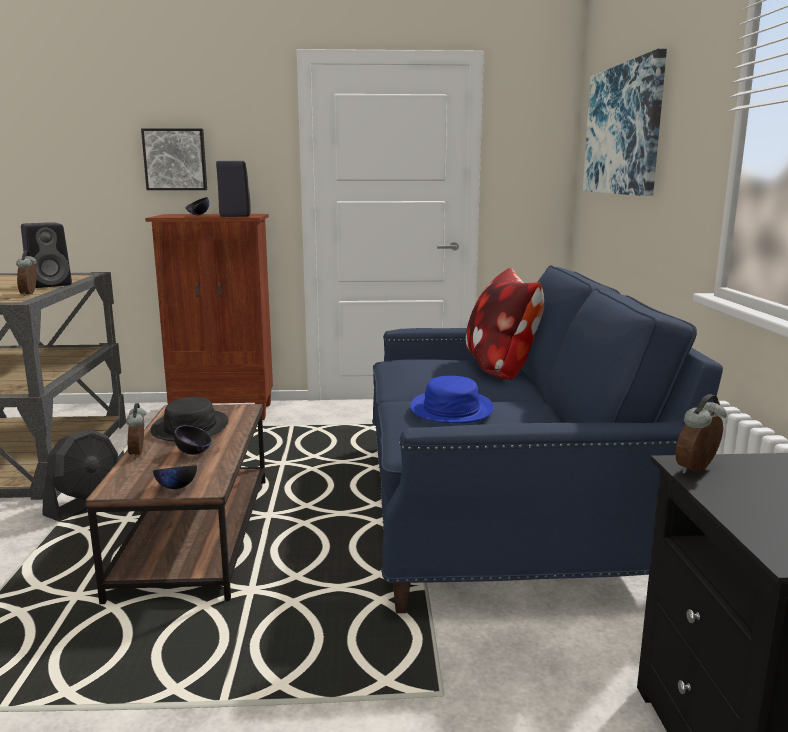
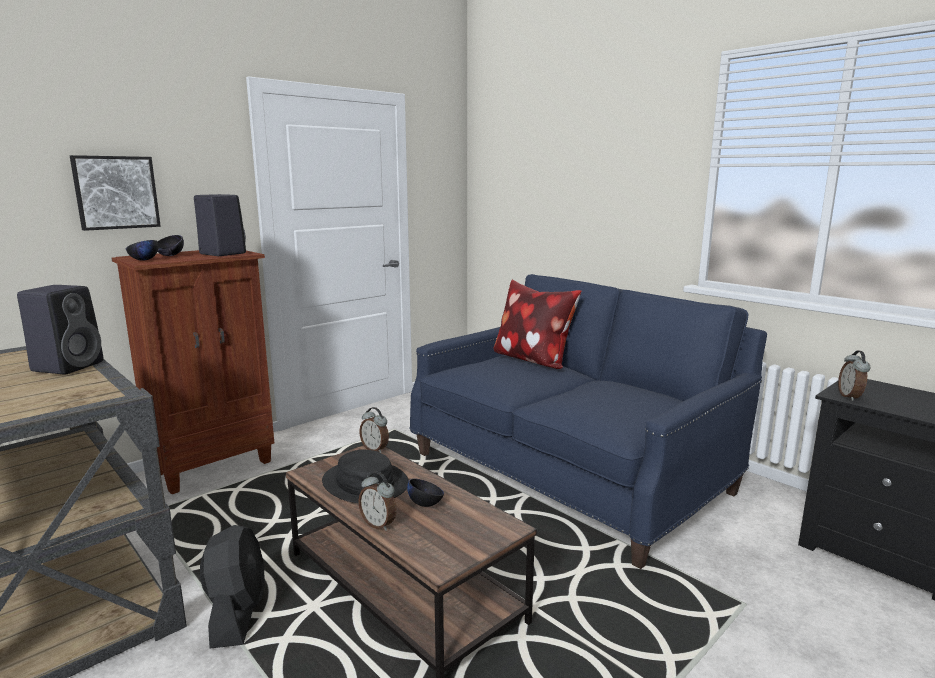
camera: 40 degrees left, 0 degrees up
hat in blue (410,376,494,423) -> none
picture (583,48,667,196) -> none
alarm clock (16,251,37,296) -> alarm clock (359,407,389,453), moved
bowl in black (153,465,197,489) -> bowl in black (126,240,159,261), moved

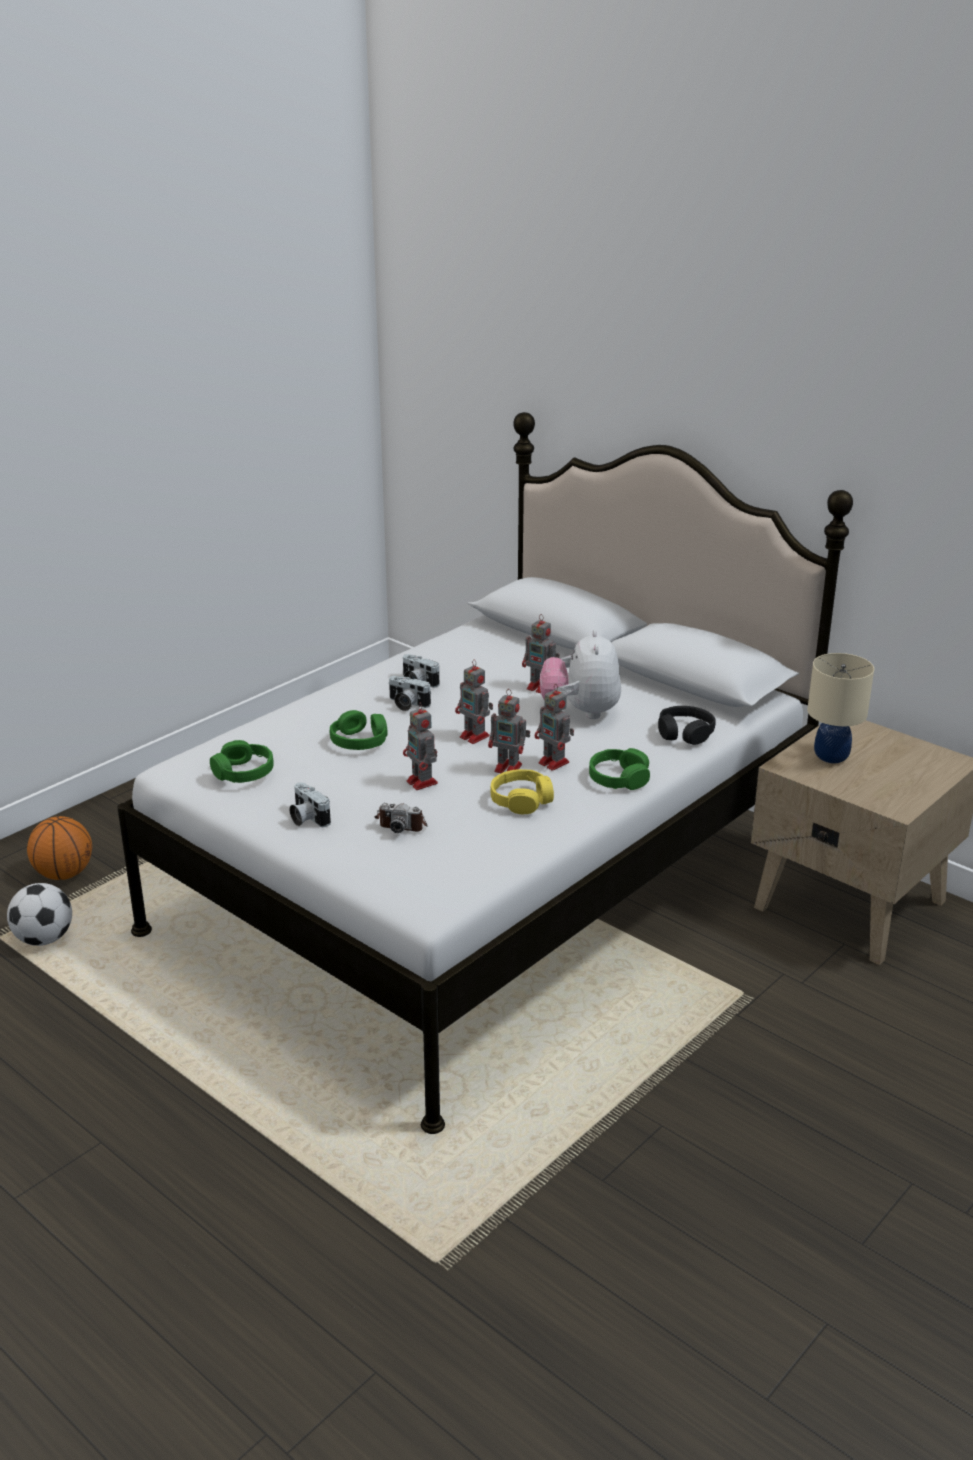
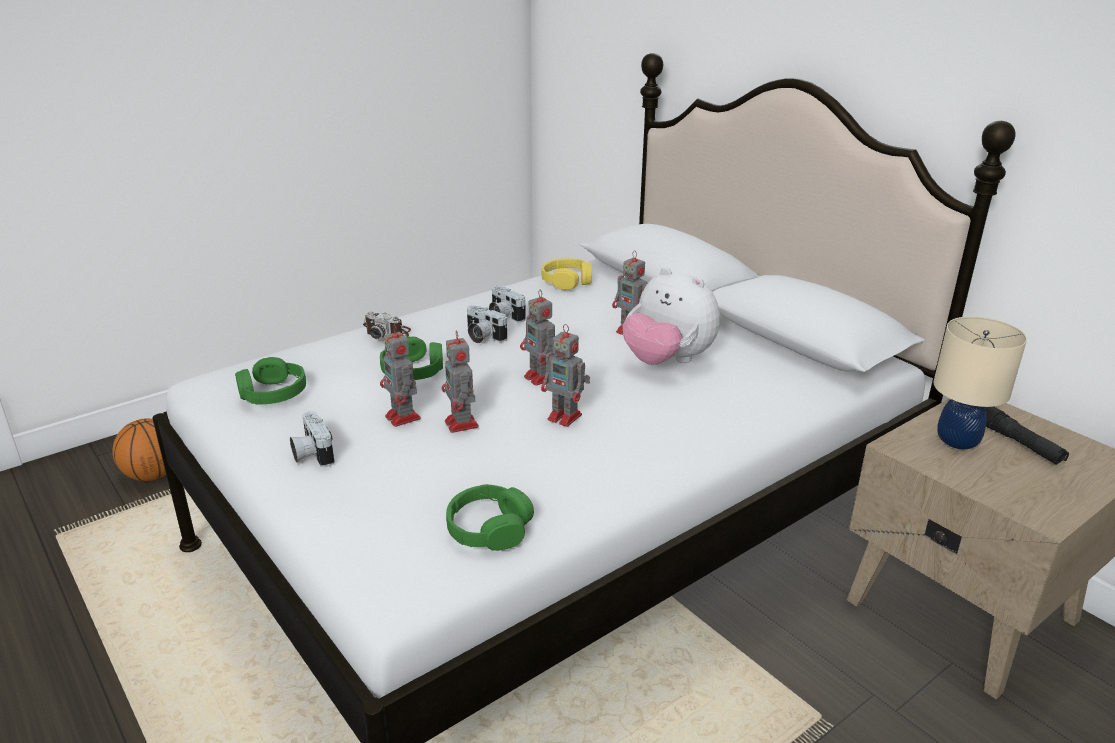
camera: 10 degrees right, 0 degrees up
football (7,883,72,946) -> none
headphones in black (658,706,715,745) -> none
none -> flashlight in black (985,407,1069,464)
photo camera (375,803,428,833) -> photo camera (363,312,411,339), moved
headphones in yellow (490,769,554,814) -> headphones in yellow (542,258,592,290), moved
toy robot (535,684,574,771) -> toy robot (380,324,421,427), moved
headphones in green (589,748,650,790) -> headphones in green (446,484,534,551), moved
plush toy (540,630,621,719) -> plush toy (623,267,720,365), 60 degrees counterclockwise

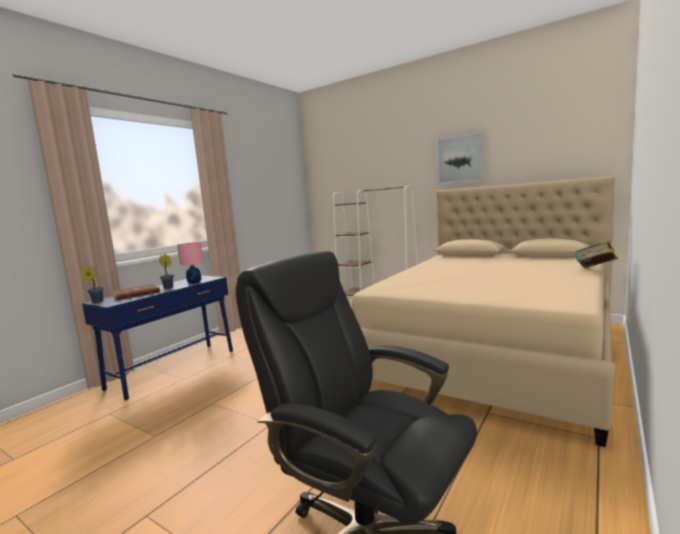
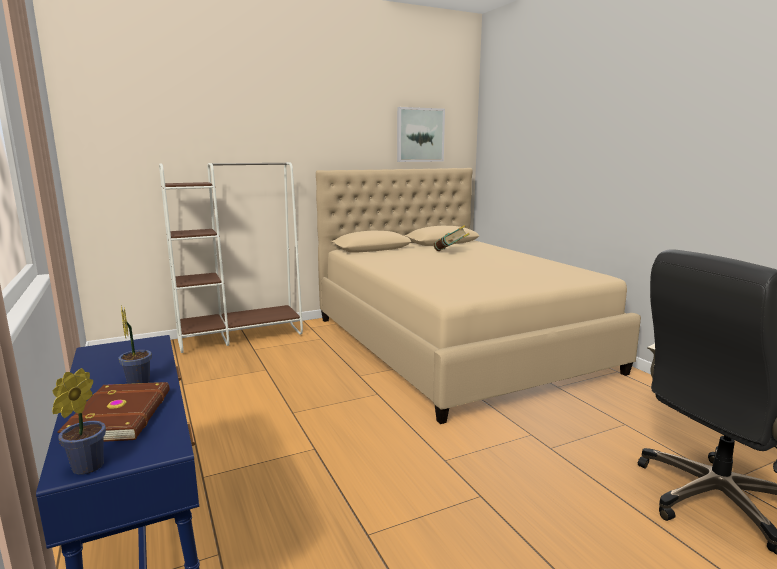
camera: 60 degrees left, 5 degrees up
table lamp in pink (177,242,204,284) -> none
picture (436,132,484,184) -> picture (397,107,445,162), moved
book (575,239,618,268) -> book (434,225,470,251), moved

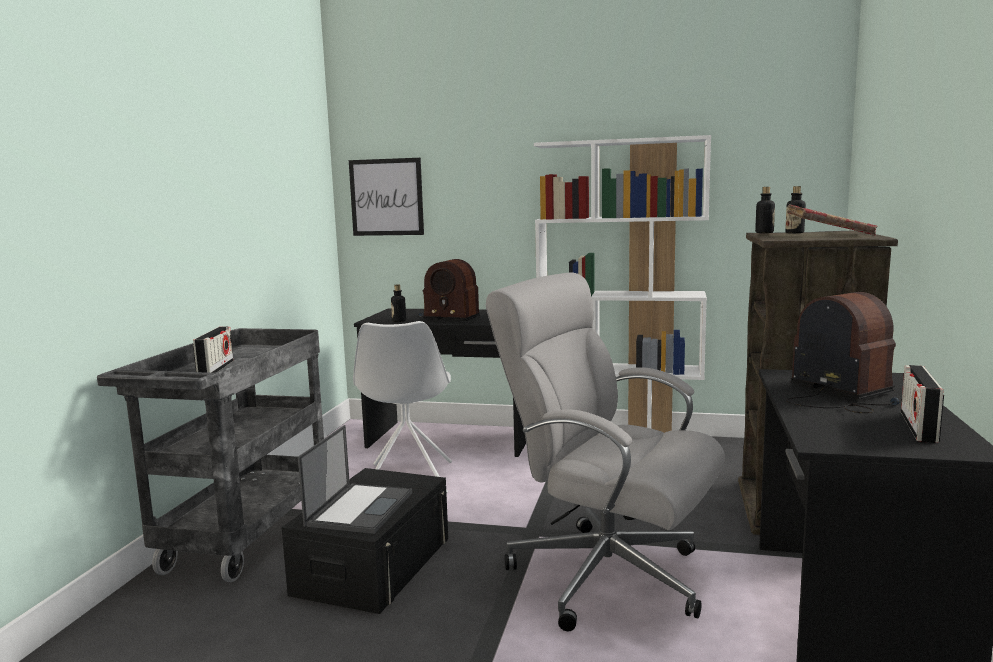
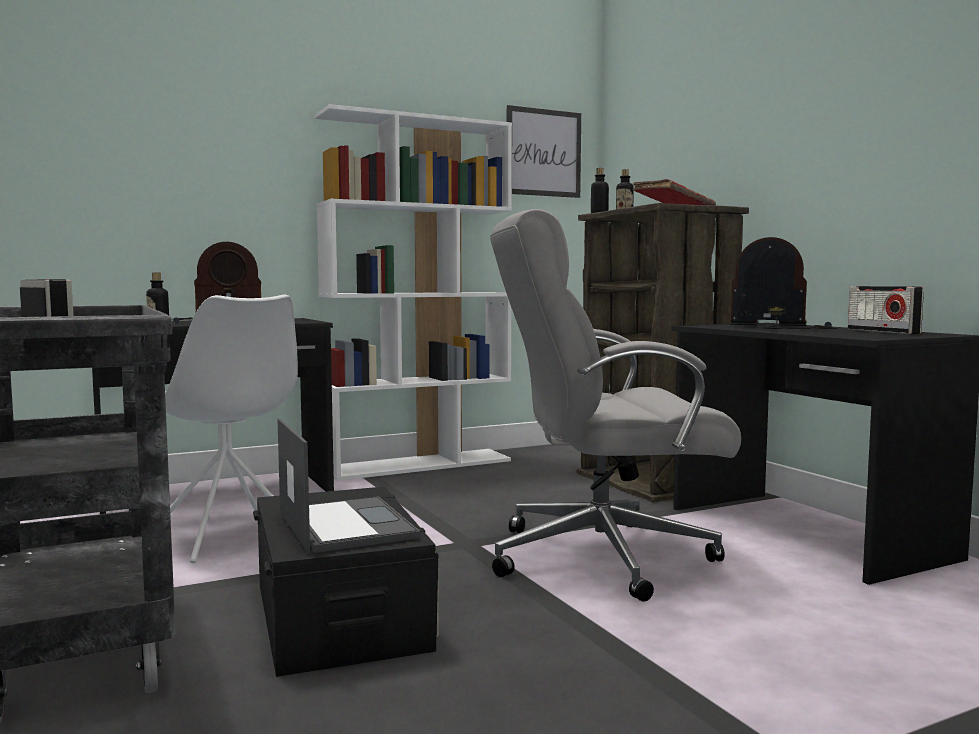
camera: 40 degrees left, 5 degrees down
picture (349,158,424,236) -> picture (507,105,581,198), moved

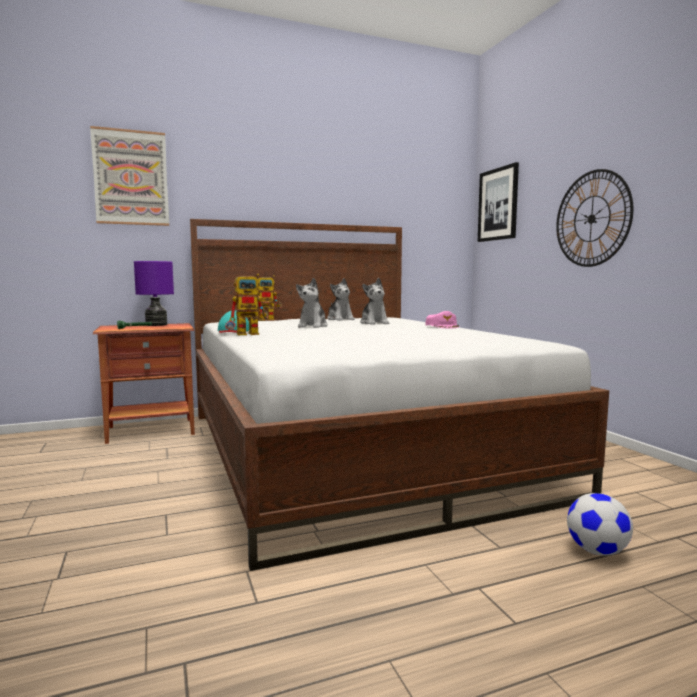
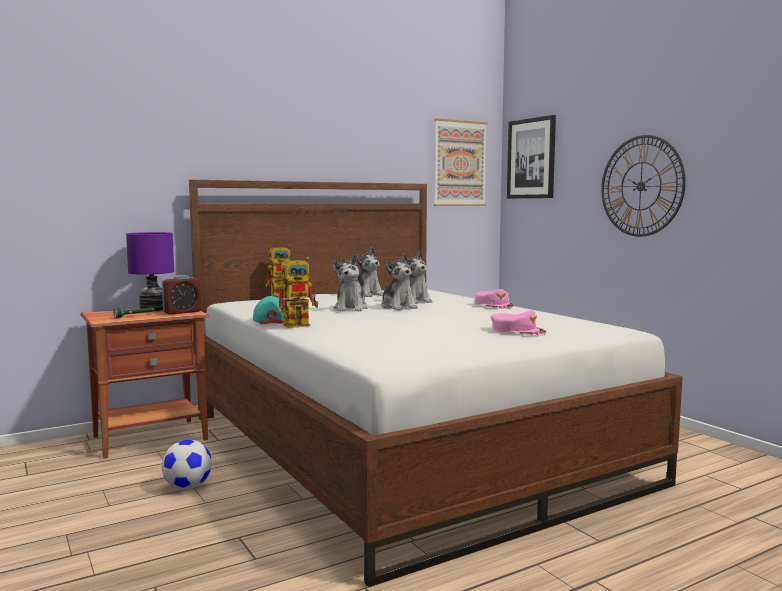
camera: 10 degrees left, 0 degrees up
none -> alarm clock (162,275,201,315)
none -> plush toy (381,254,418,310)
none -> cap in pink (491,310,547,336)
picture (90,126,169,226) -> picture (434,118,487,206), moved
football (567,493,633,556) -> football (161,440,212,489), moved

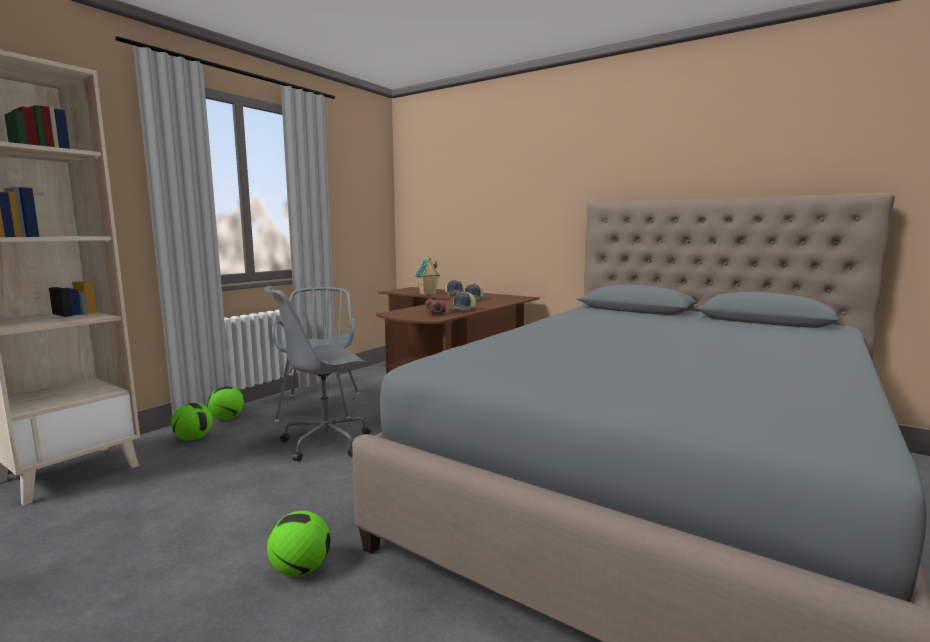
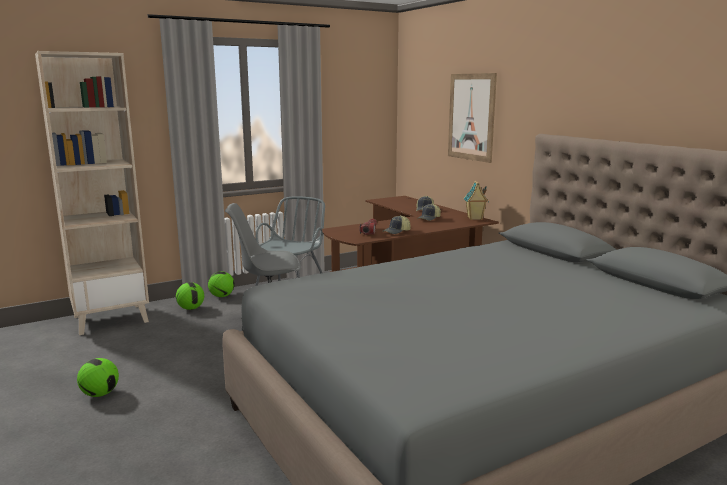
camera: 25 degrees right, 5 degrees up
none -> picture (448,73,497,163)
football (267,511,331,577) -> football (77,358,119,397), moved
toy house (415,257,440,295) -> toy house (464,180,488,220), moved

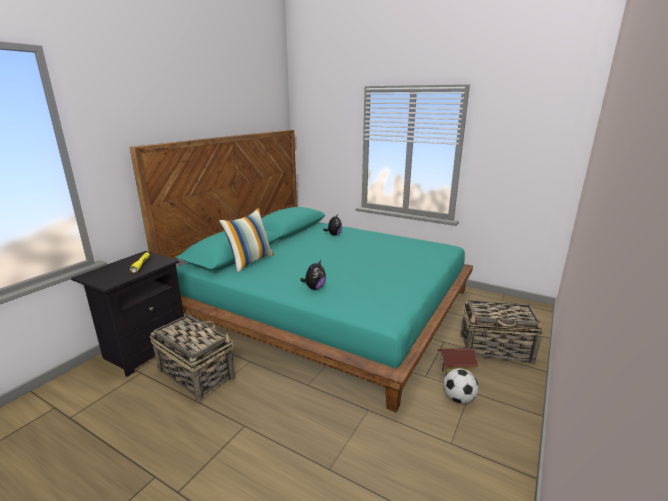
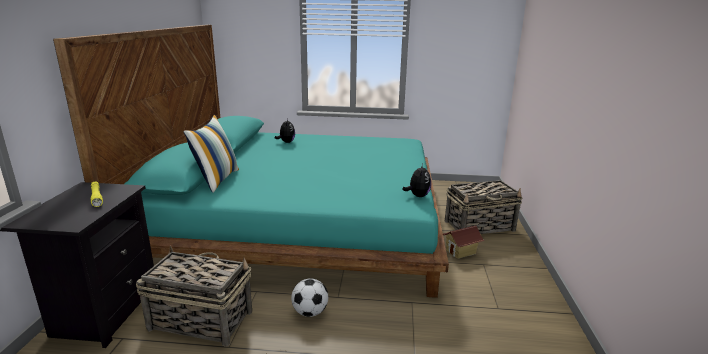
camera: 25 degrees left, 0 degrees up
plush toy (300,260,326,290) -> plush toy (402,164,431,197), moved
football (443,368,478,404) -> football (291,278,328,317), moved

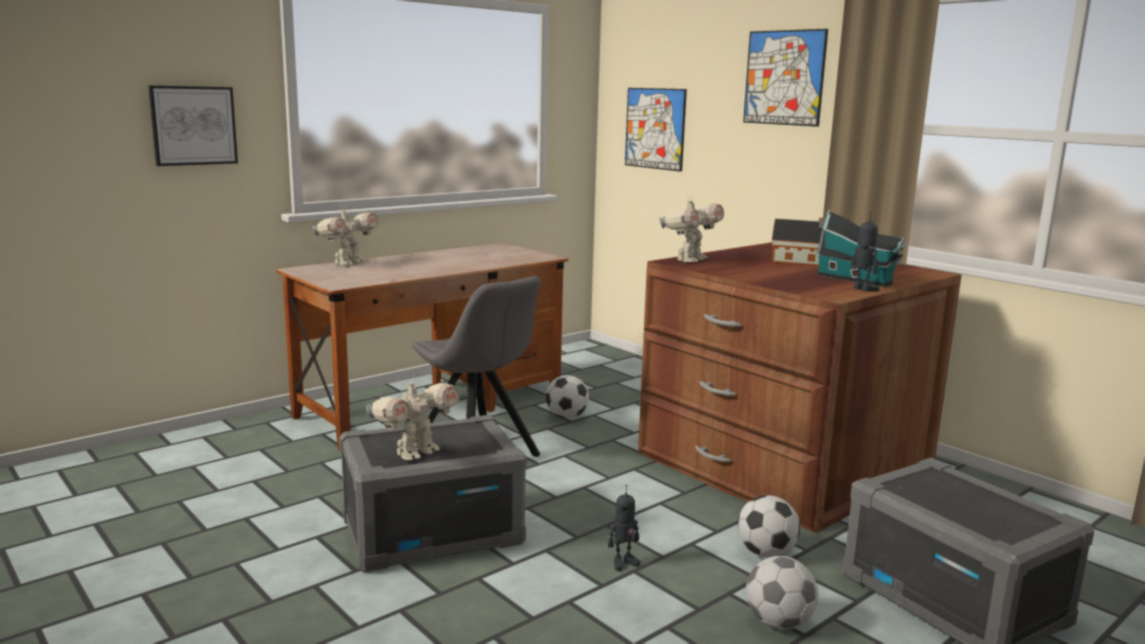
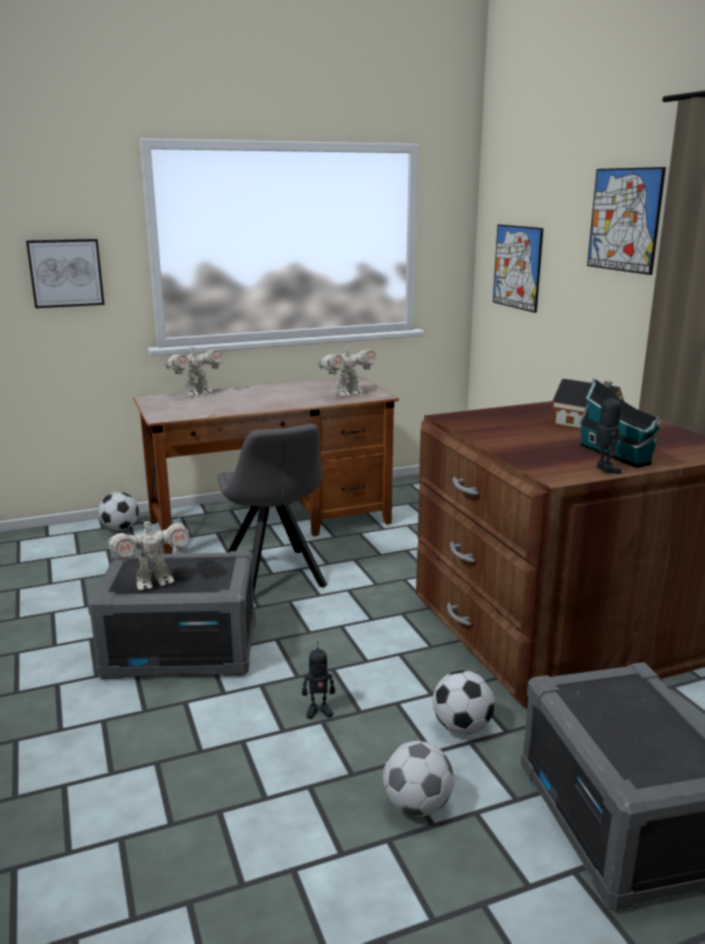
camera: 20 degrees right, 5 degrees up
football (546,375,589,419) -> football (98,492,139,531), moved
toy robot (659,195,724,262) -> toy robot (318,344,377,396), moved

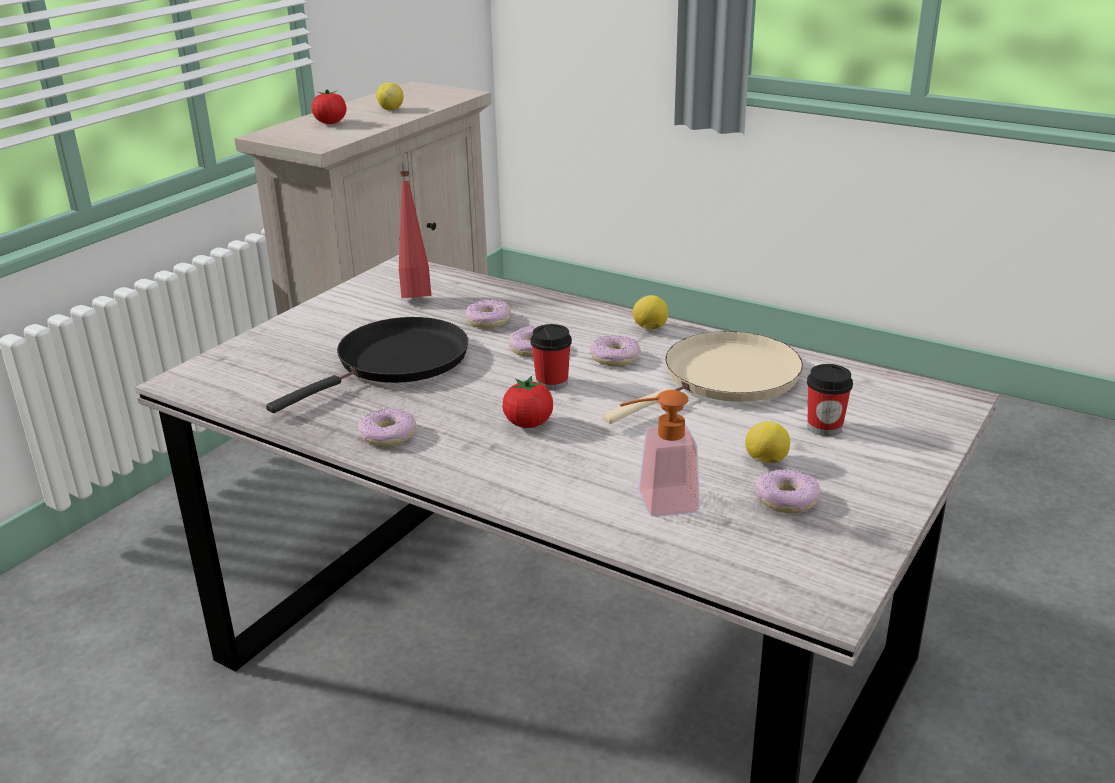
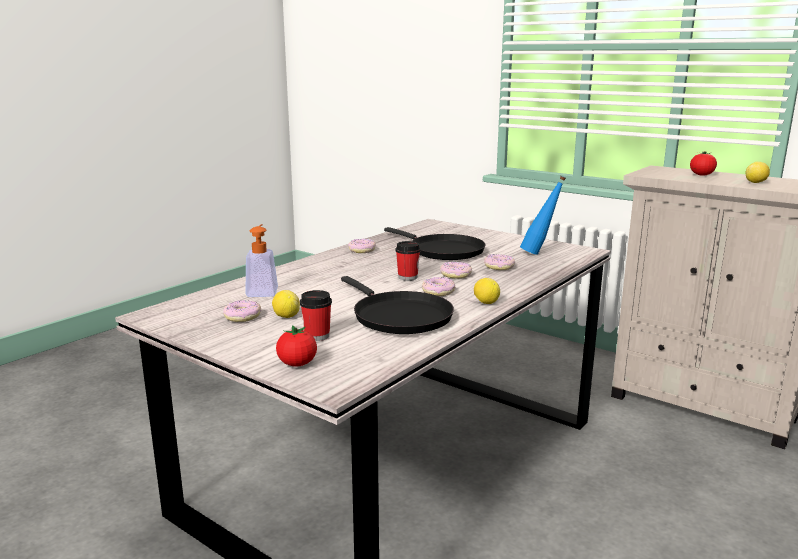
camera: 95 degrees right, 10 degrees down
tomato (503,376,553,428) -> tomato (276,325,317,367), moved
bottle in red (399,171,432,298) -> bottle in blue (520,176,566,255)
frying pan in beige (602,331,803,424) -> frying pan in black (341,276,454,334)

